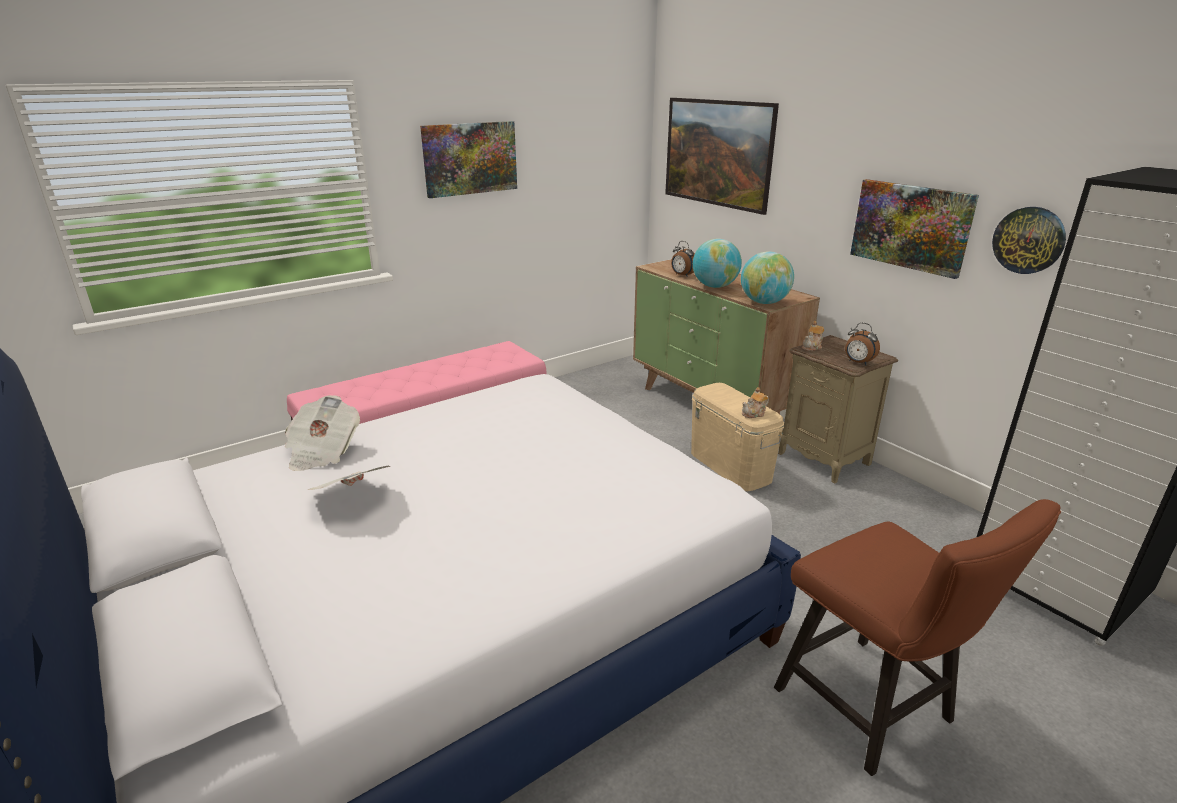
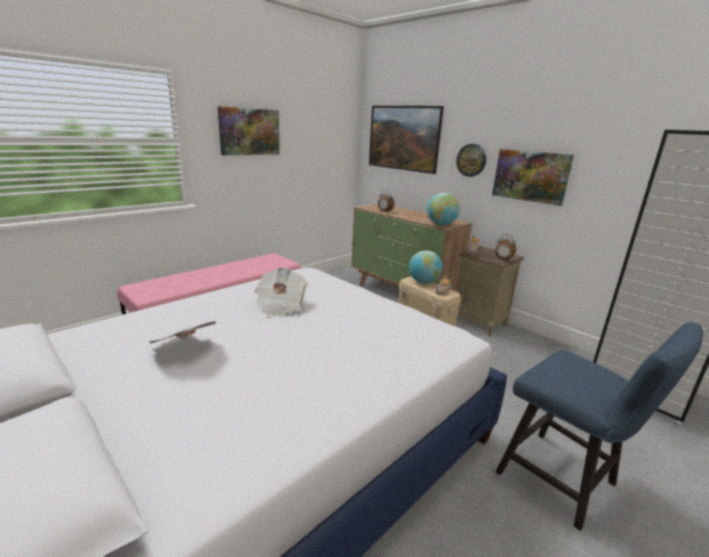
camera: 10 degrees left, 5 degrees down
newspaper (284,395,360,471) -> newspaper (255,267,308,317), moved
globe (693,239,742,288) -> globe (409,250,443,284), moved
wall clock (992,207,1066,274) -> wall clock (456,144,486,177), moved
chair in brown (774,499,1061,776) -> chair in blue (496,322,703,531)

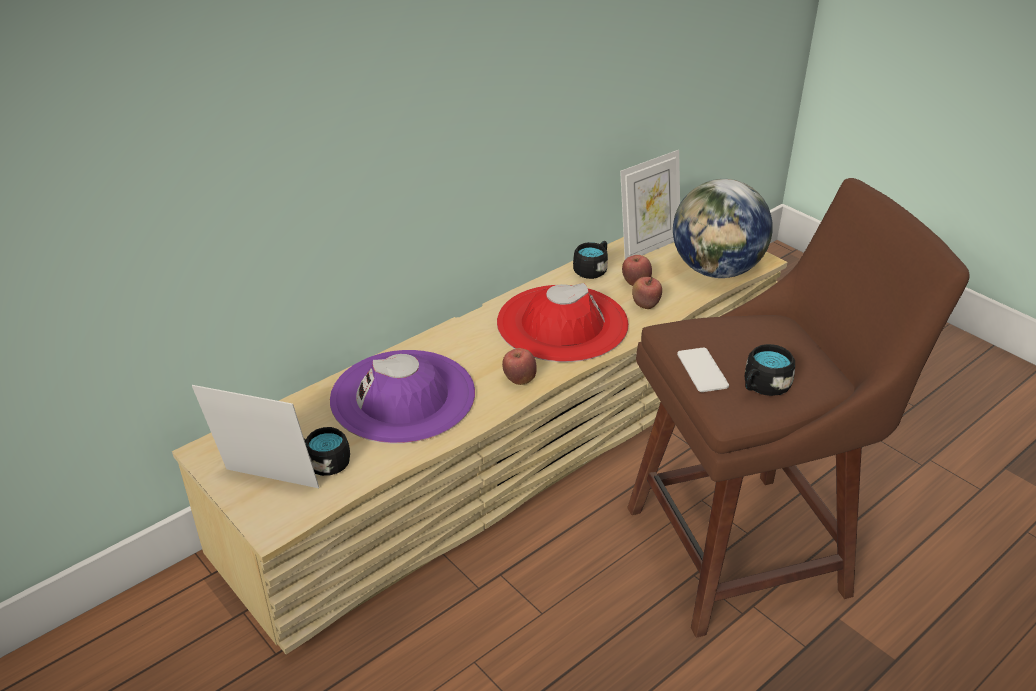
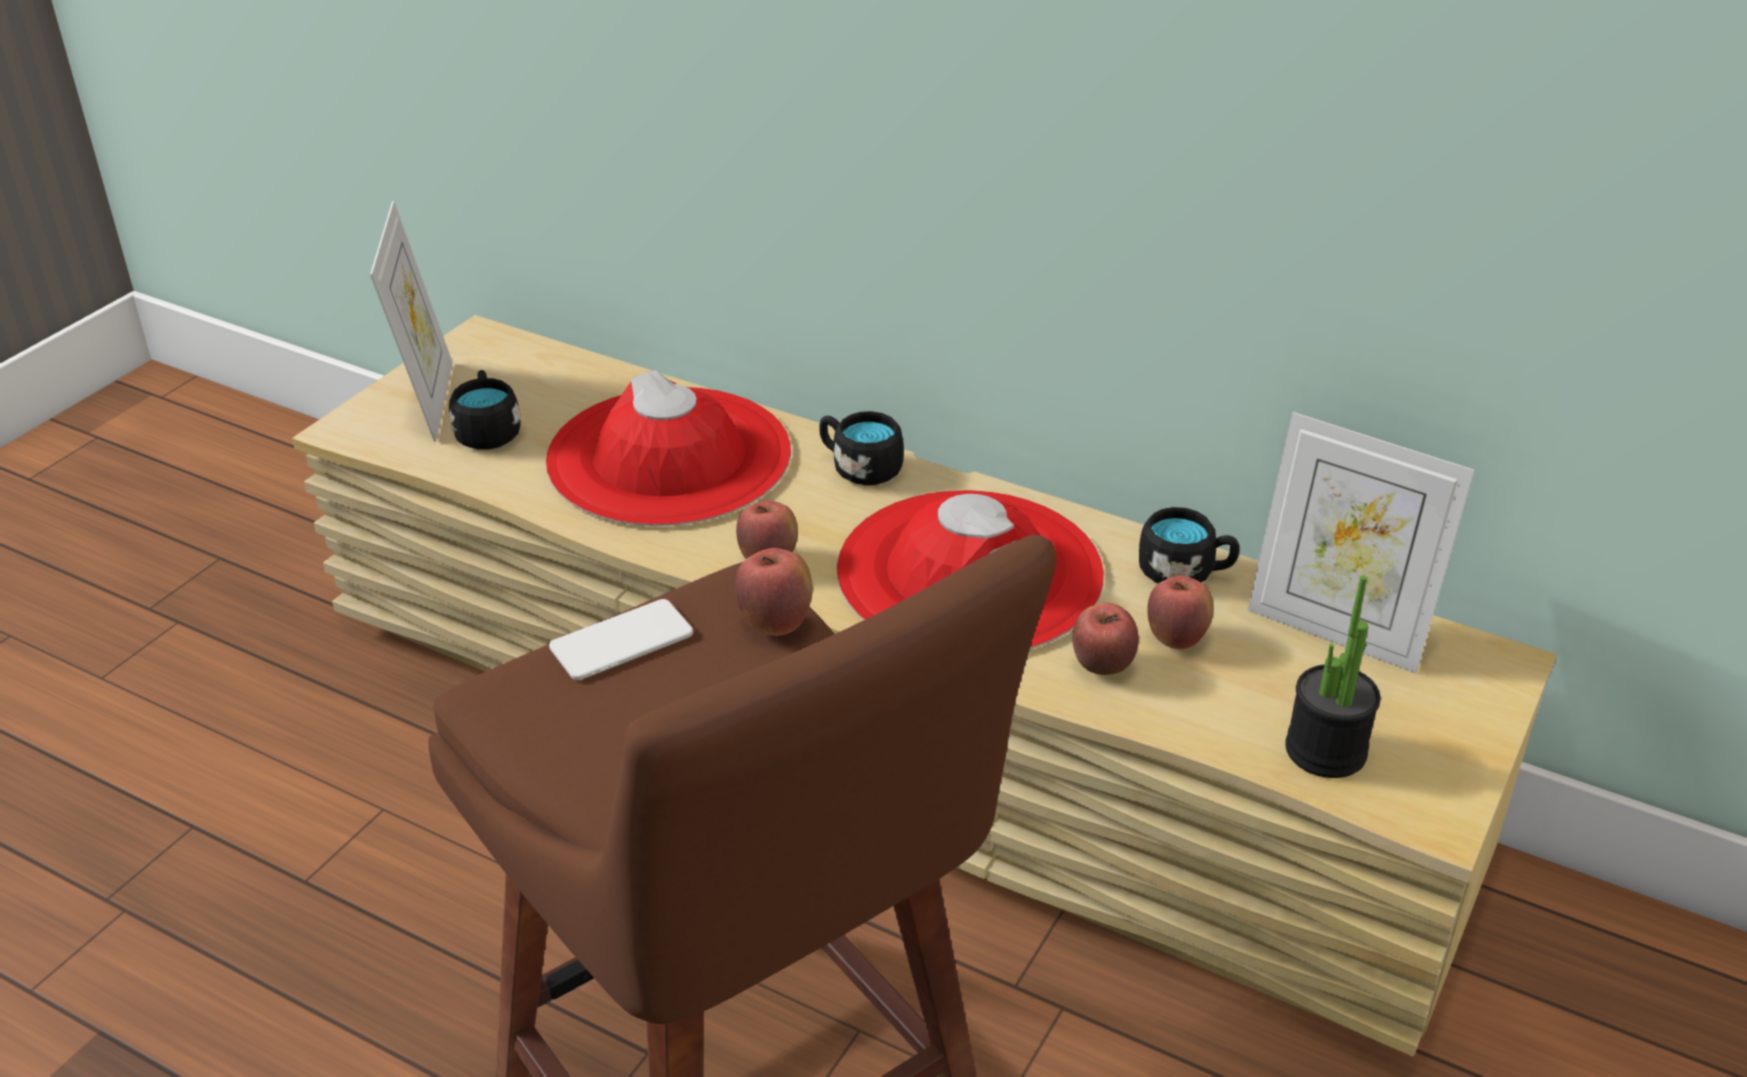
camera: 70 degrees right, 0 degrees up
none -> apple (735,548,813,636)
mug in black (745,344,795,396) -> mug in black (819,411,904,485), moved
globe (673,179,773,278) -> potted plant (1285,576,1380,778)
hat in purple (330,350,475,444) -> hat in red (546,370,791,526)

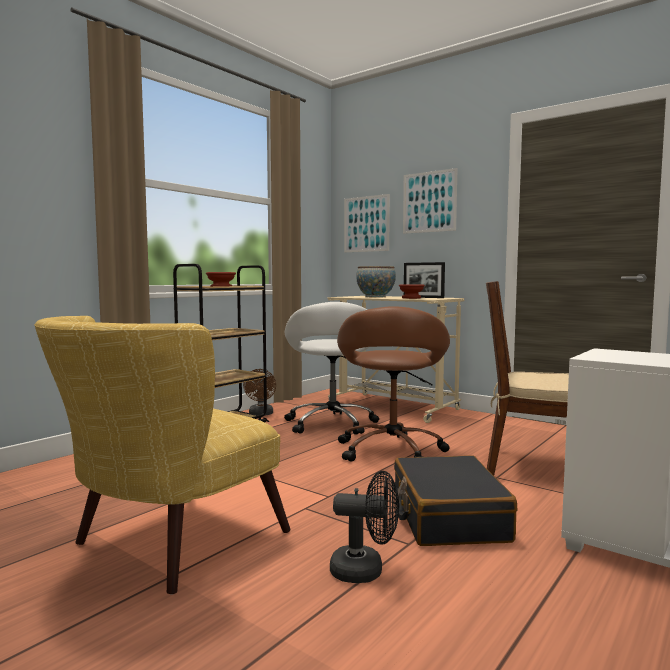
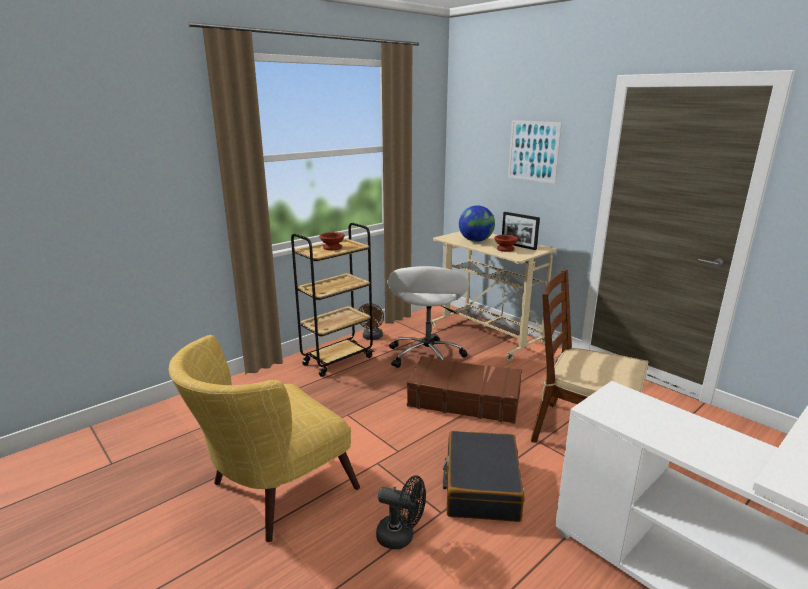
camera: 10 degrees right, 15 degrees up
picture (344,194,390,252) -> none
office chair in brown (337,306,450,462) -> suitcase in brown (407,356,522,424)
bowl (356,266,396,298) -> globe (459,205,495,242)

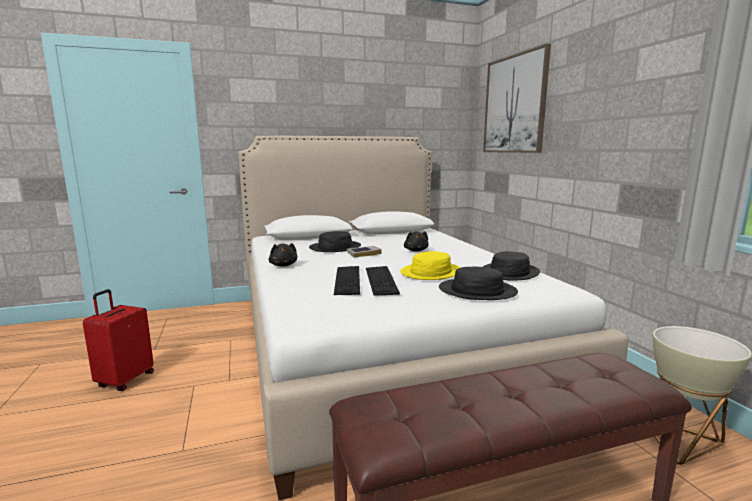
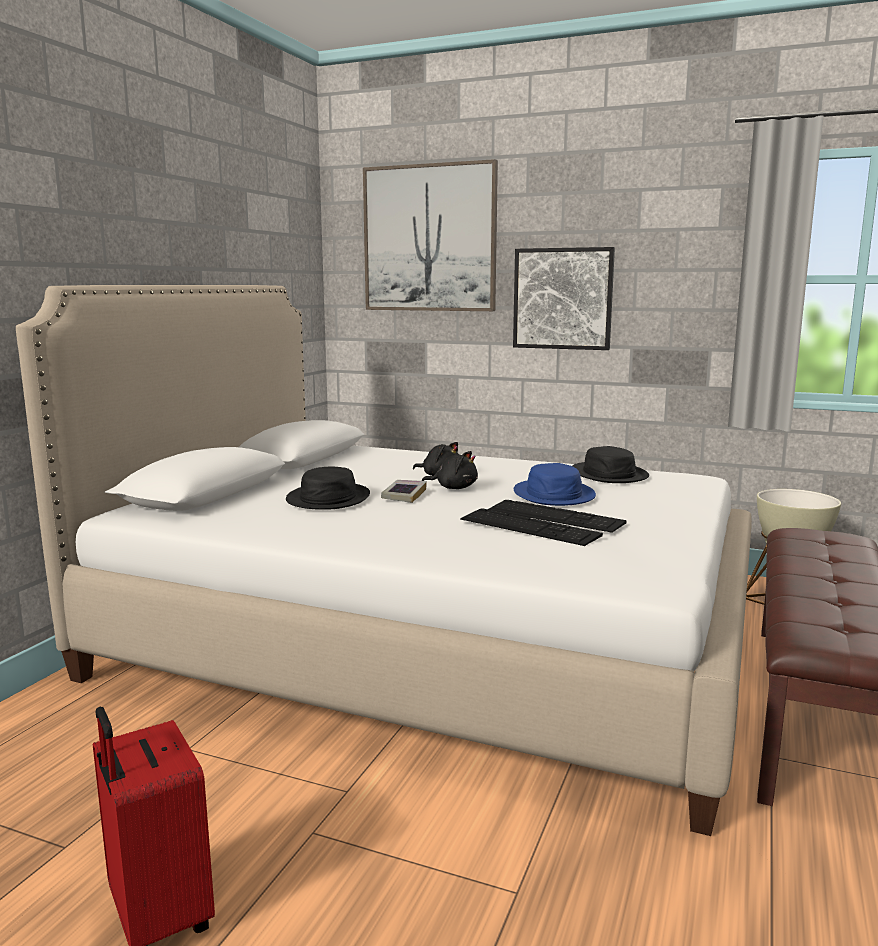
camera: 50 degrees left, 0 degrees up
hat in black (439,267,518,300) -> none
none -> picture (513,247,615,350)
plush toy in black (268,243,297,267) -> plush toy in black (422,451,478,489), moved
hat in yellow (400,251,461,280) -> hat in blue (514,463,596,506)

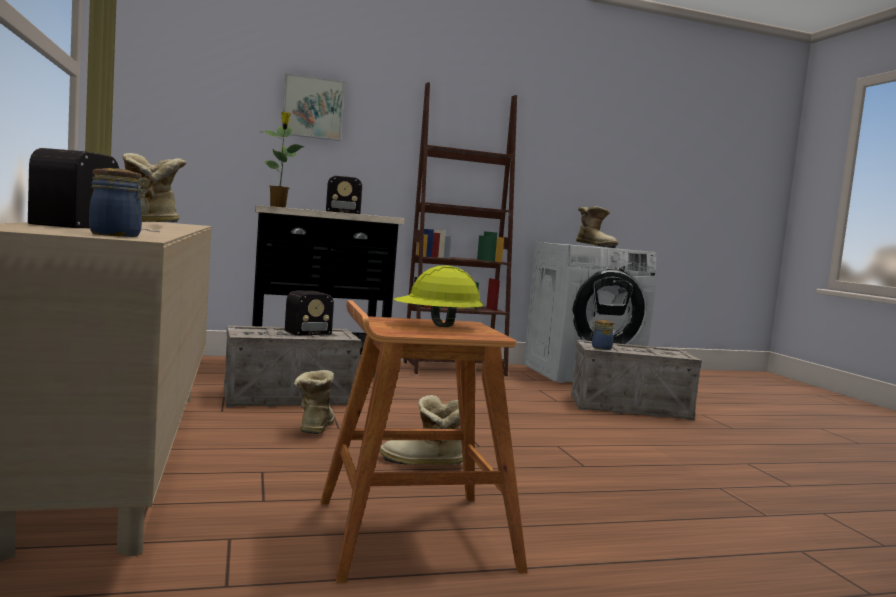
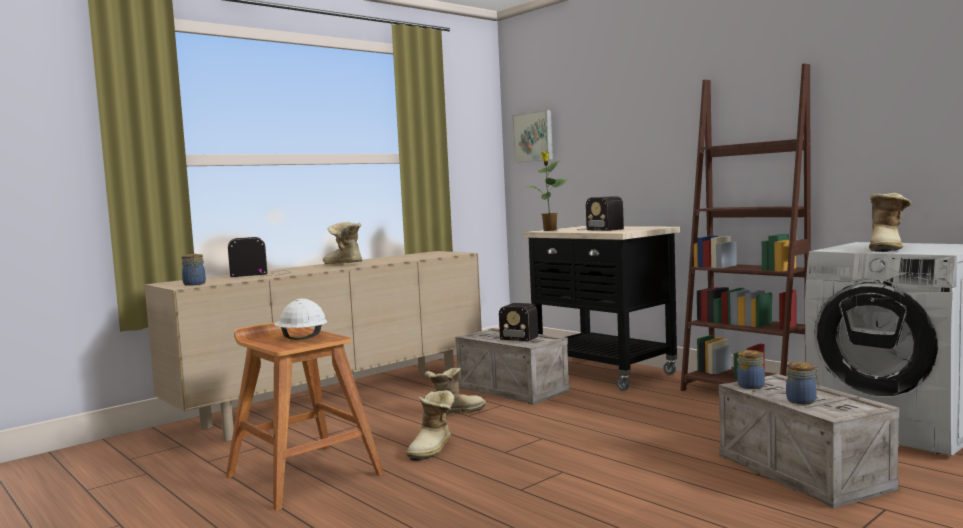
camera: 65 degrees right, 0 degrees up
none -> jar (786,362,819,404)
picture (282,73,345,141) -> picture (512,110,553,162), moved
hard hat in yellow (393,265,483,327) -> hard hat in white (274,298,327,340)
boot (380,395,463,465) -> boot (406,390,455,461), 135 degrees counterclockwise

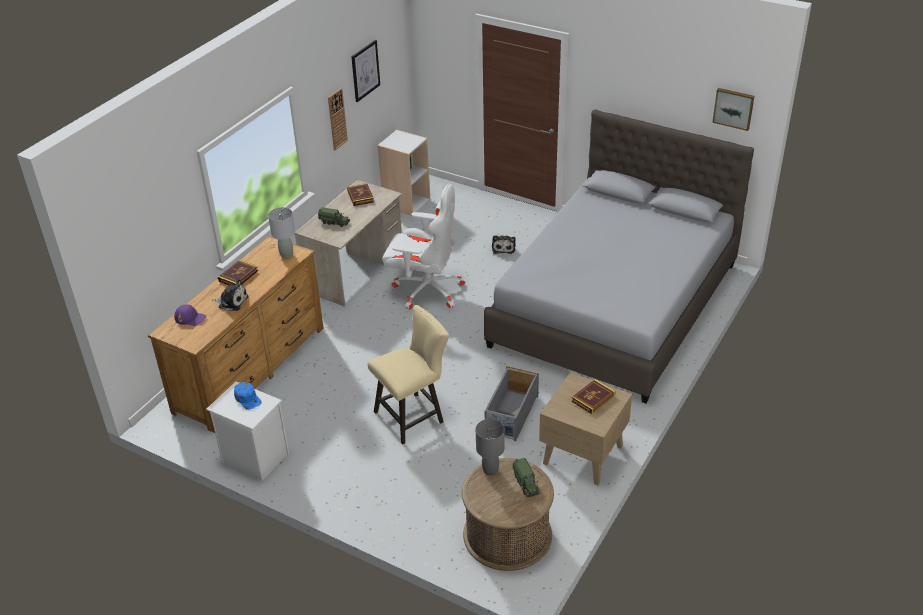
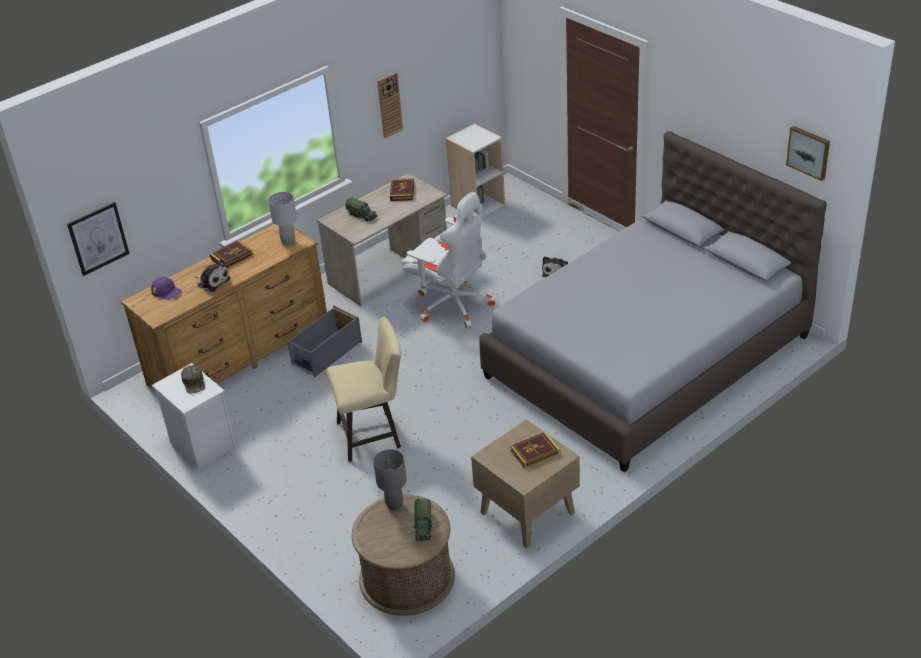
camera: 20 degrees right, 0 degrees up
picture (351,40,380,102) -> picture (67,202,129,276), moved
storage box in grey (485,366,539,441) -> storage box in grey (287,305,362,377), moved
cap in blue (234,382,262,410) -> cap in green (181,365,205,394)

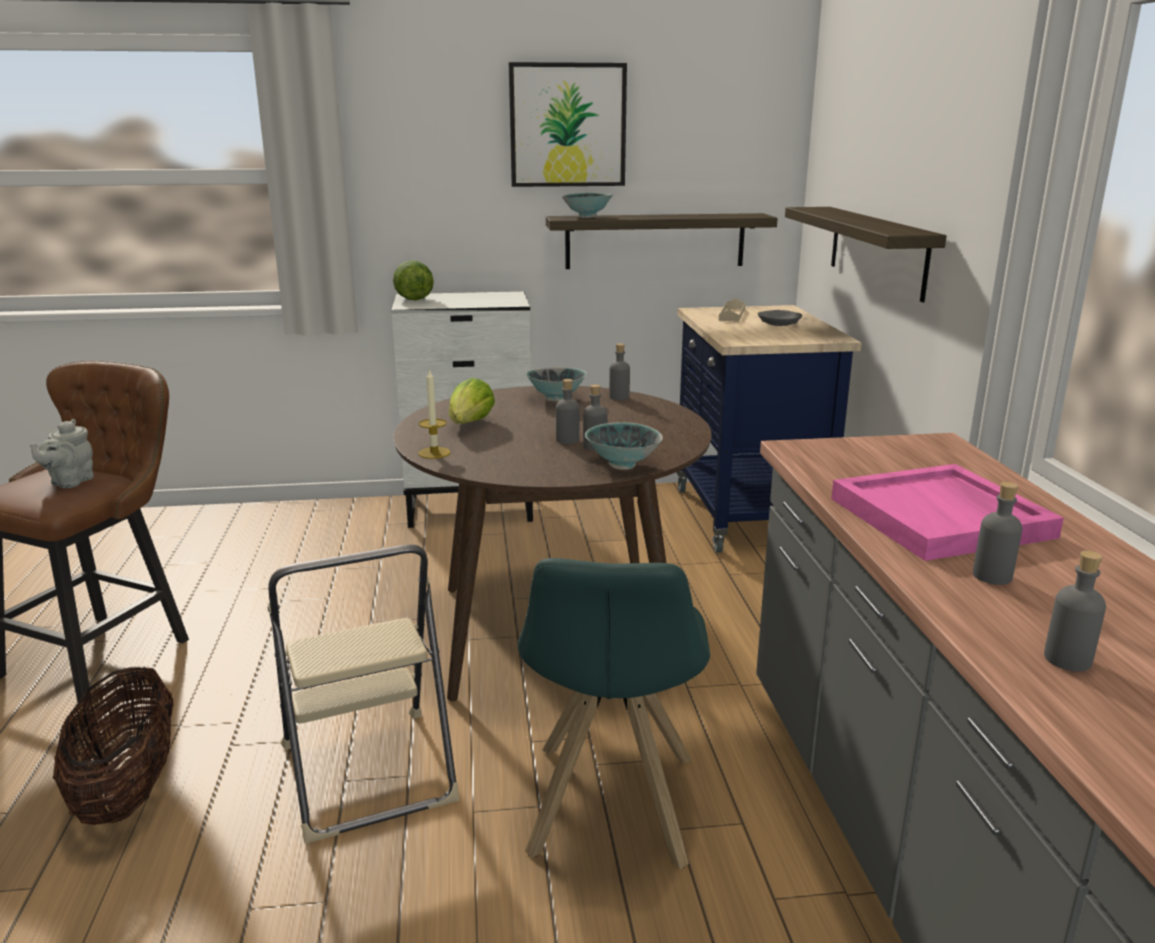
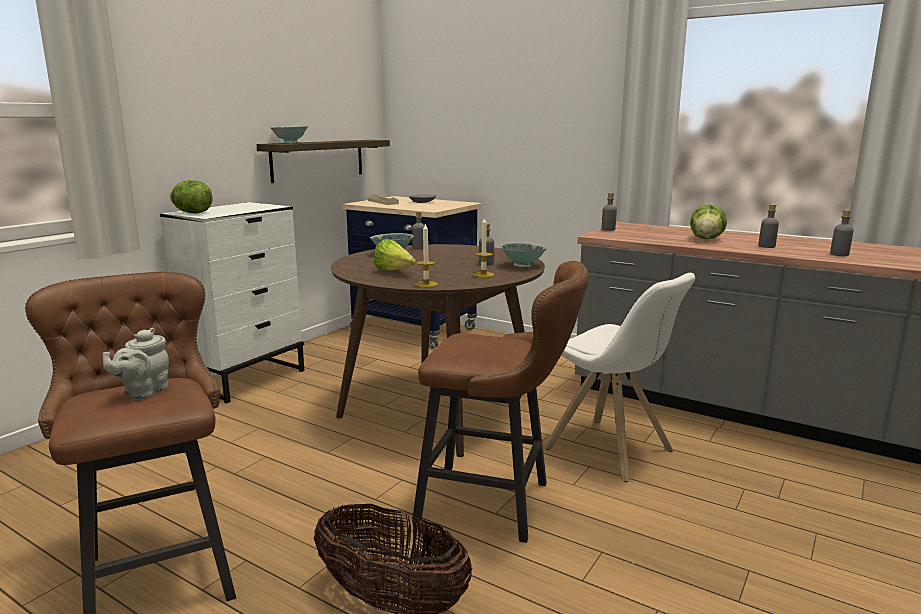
camera: 50 degrees left, 5 degrees down
picture (509,62,627,187) -> none
shelf (785,207,946,302) -> none
none -> candle (473,218,494,277)
bottle in grey (556,379,580,444) -> bottle in grey (601,193,617,231), moved
step ladder in beige (268,545,459,844) -> stool in brown (412,261,589,543)
tray in pink (831,464,1064,561) -> lettuce (690,205,727,239)
chair in turquoise (517,558,710,869) -> chair in white (544,273,695,482)
teapot in grey (30,419,94,488) -> teapot in grey (103,328,169,400), 60 degrees clockwise

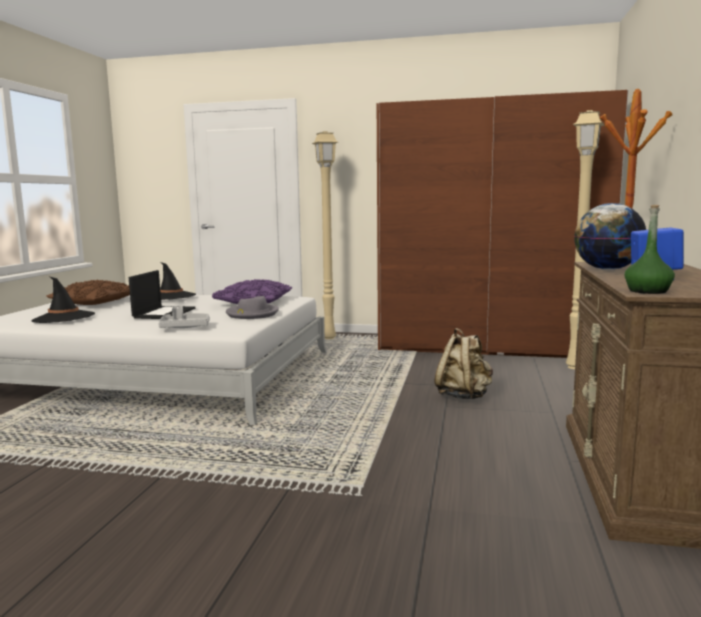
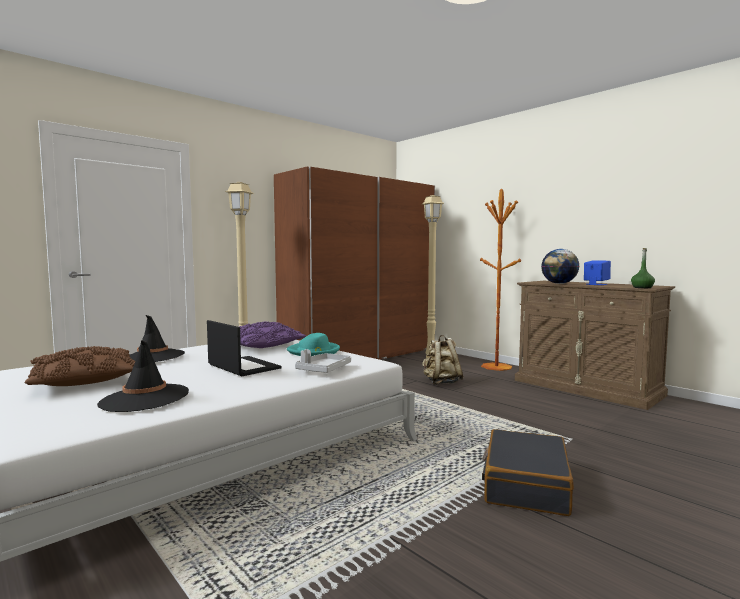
camera: 55 degrees left, 5 degrees down
none -> suitcase in black (482,429,574,516)
hat in grey (226,296,279,319) -> hat in turquoise (287,333,340,356)

